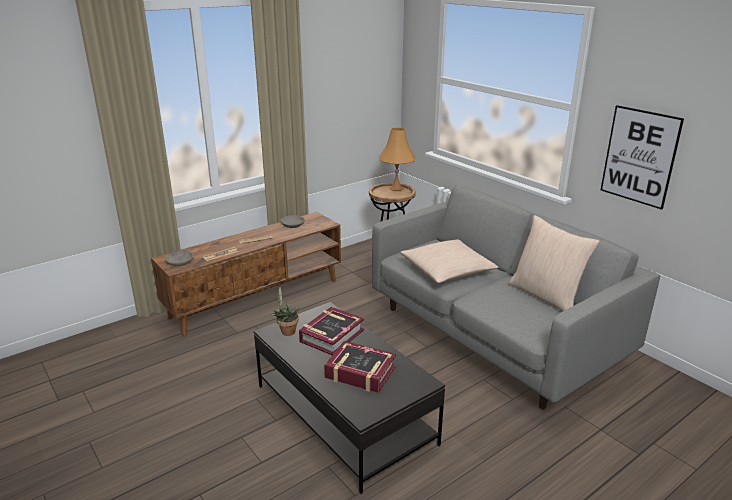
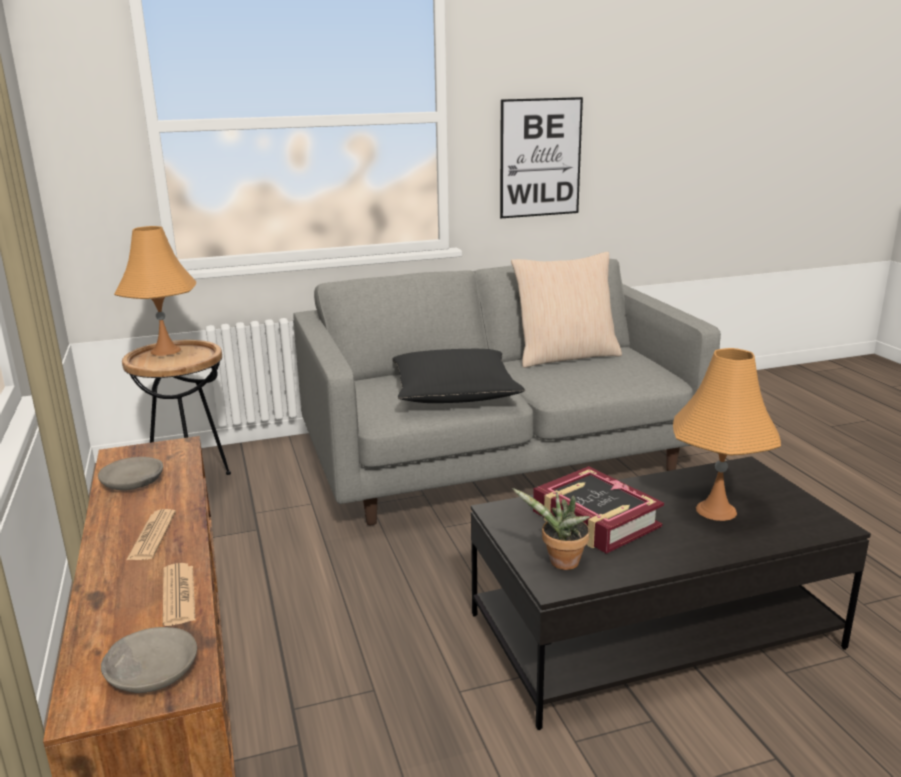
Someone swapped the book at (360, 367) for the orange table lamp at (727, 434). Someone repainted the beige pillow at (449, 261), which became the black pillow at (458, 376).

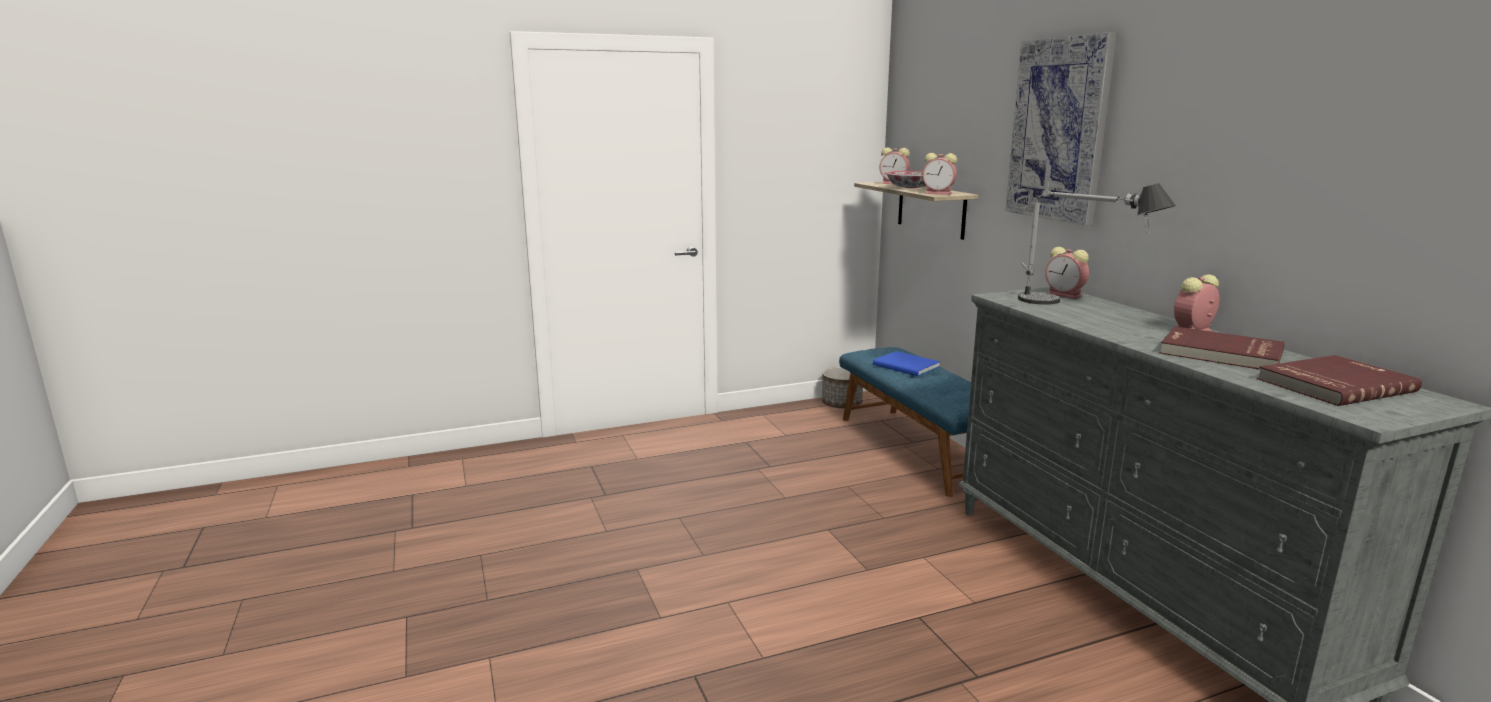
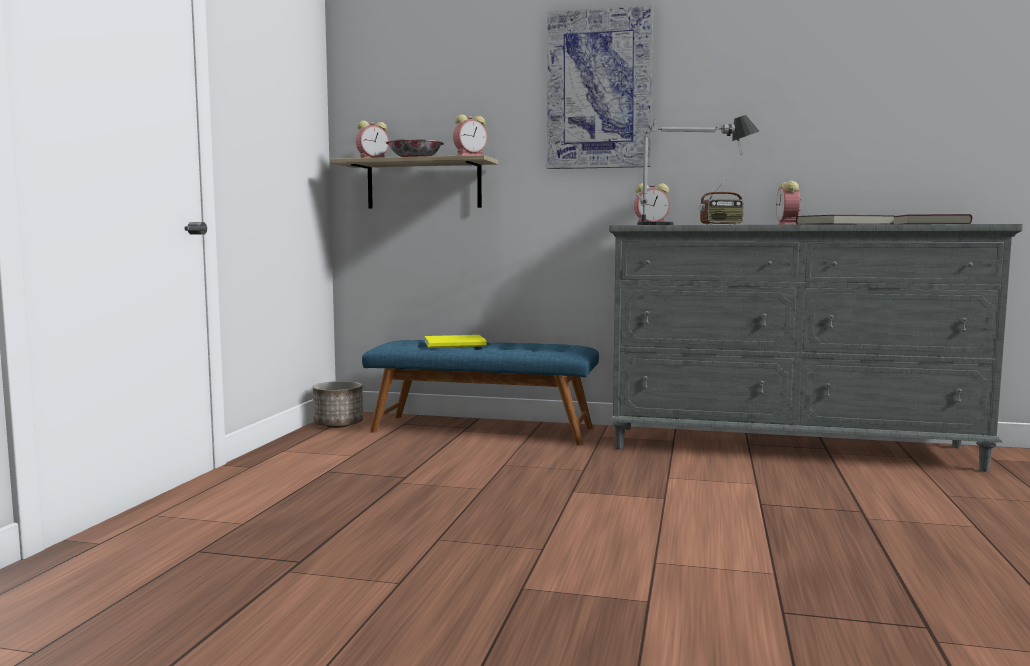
Someone put down the radio at (721, 202). Someone repainted the blue book at (906, 363), which became the yellow book at (455, 341).

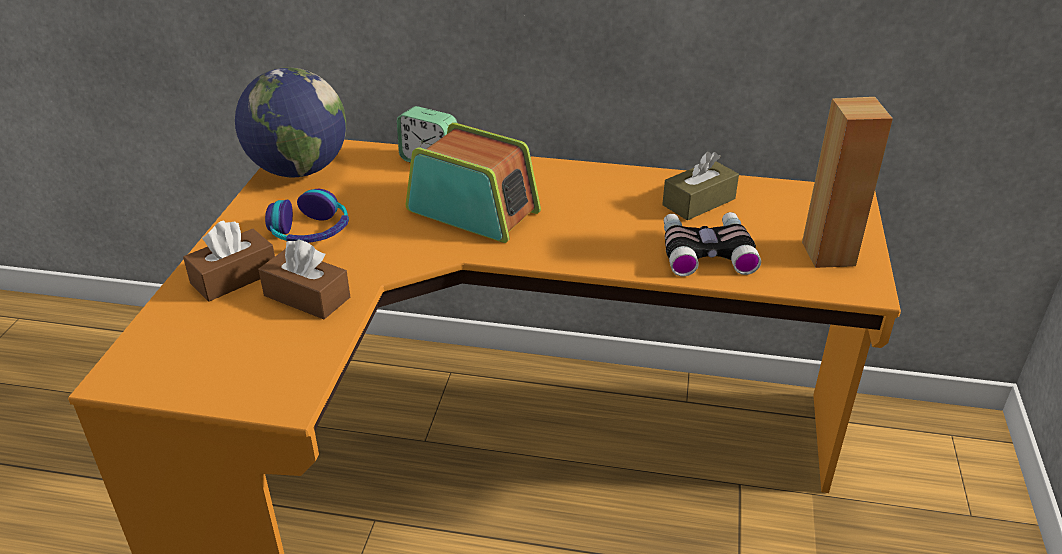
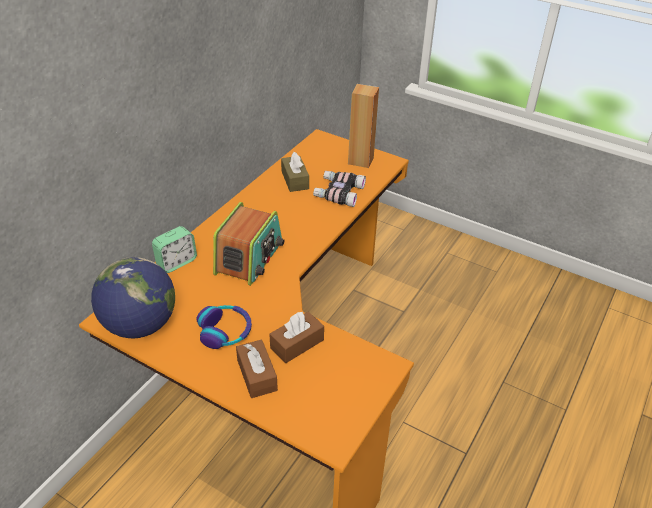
Someone rotated the radio at (473, 183) by 150 degrees clockwise.

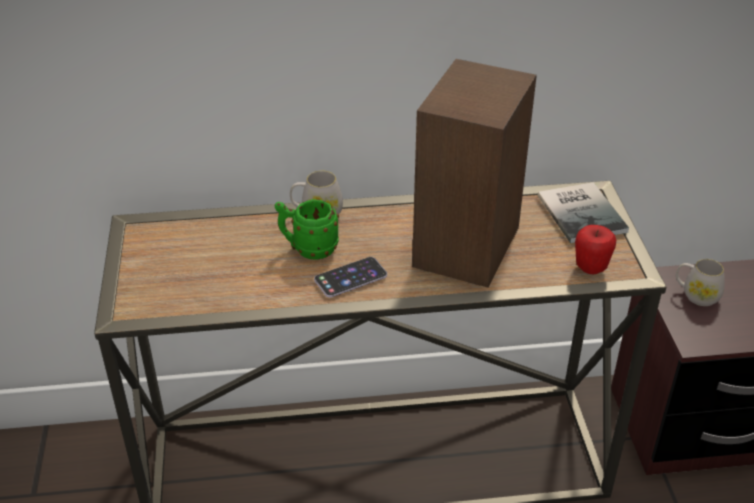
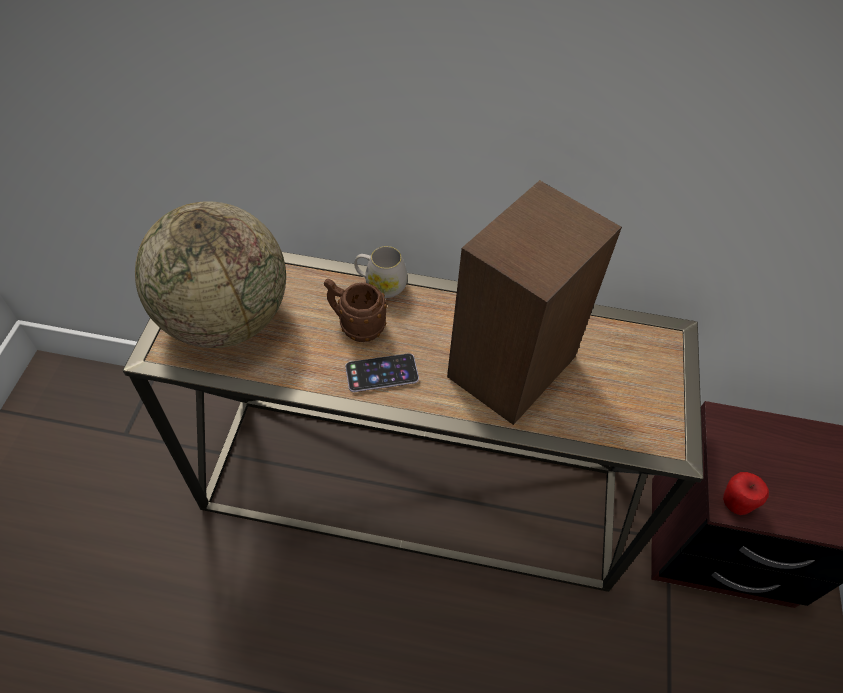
Someone took away the book at (583, 212). Someone took away the white mug at (700, 282). Someone put down the globe at (210, 274). Someone carried the apple from (595, 249) to (746, 493). Someone repainted the green mug at (307, 229), which became the brown mug at (355, 310).

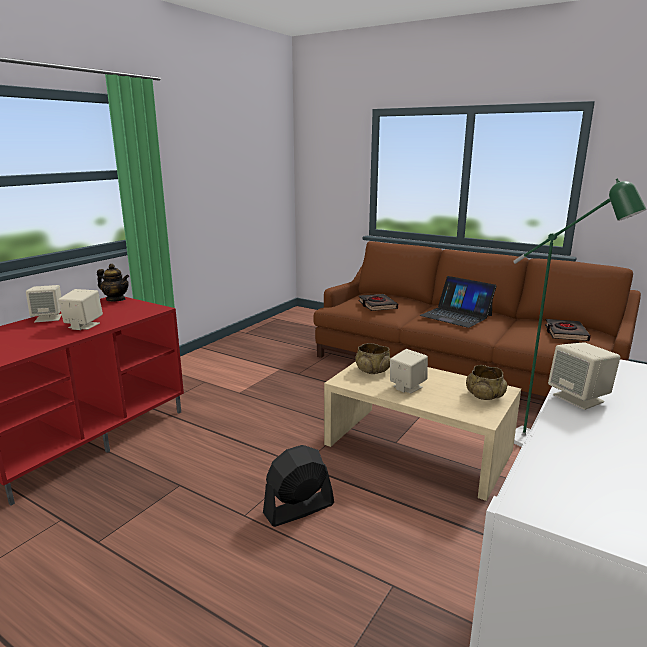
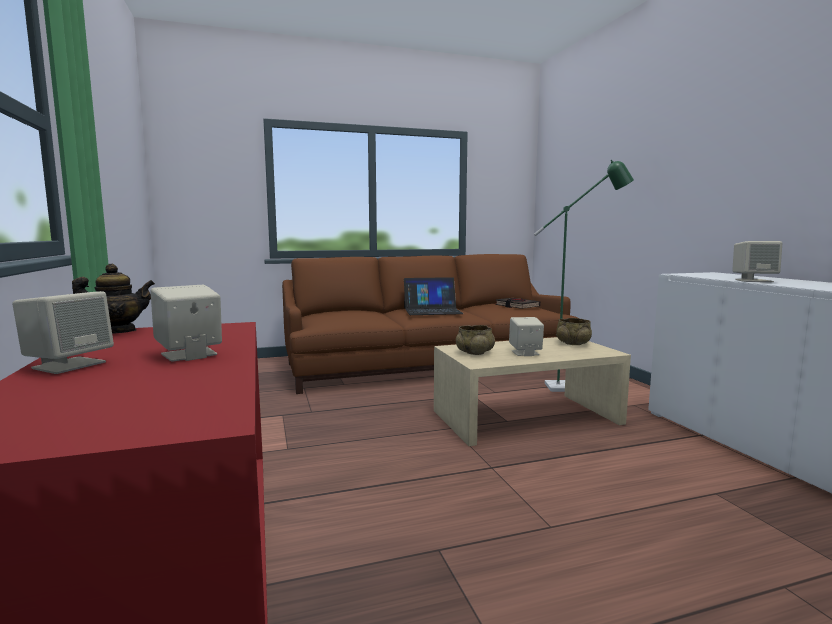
Someone took away the black fan at (298, 486). Someone took away the black book at (378, 302).

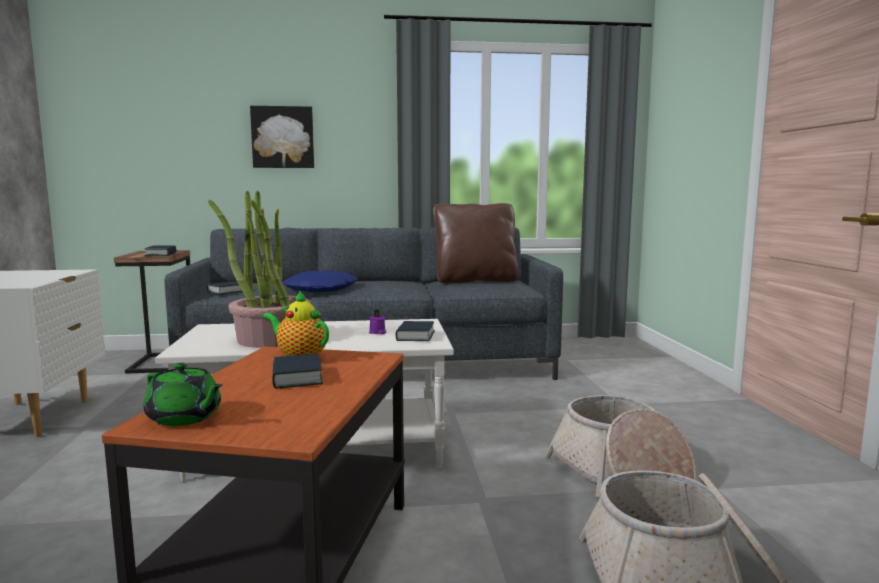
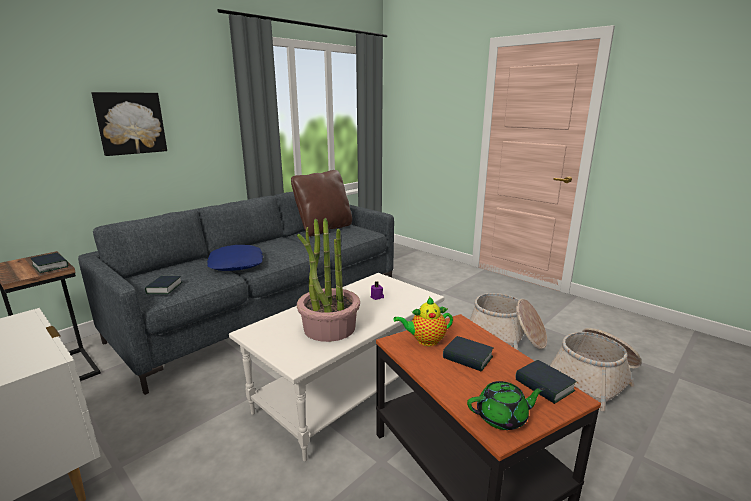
Someone carried the book from (415, 331) to (546, 382).

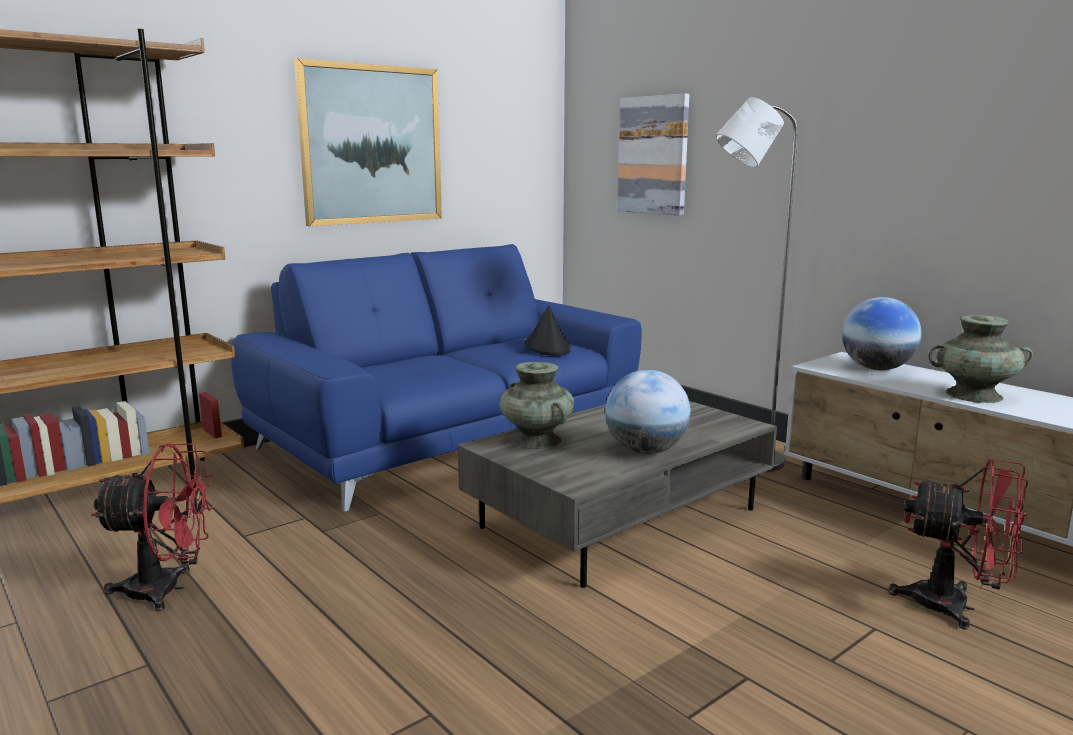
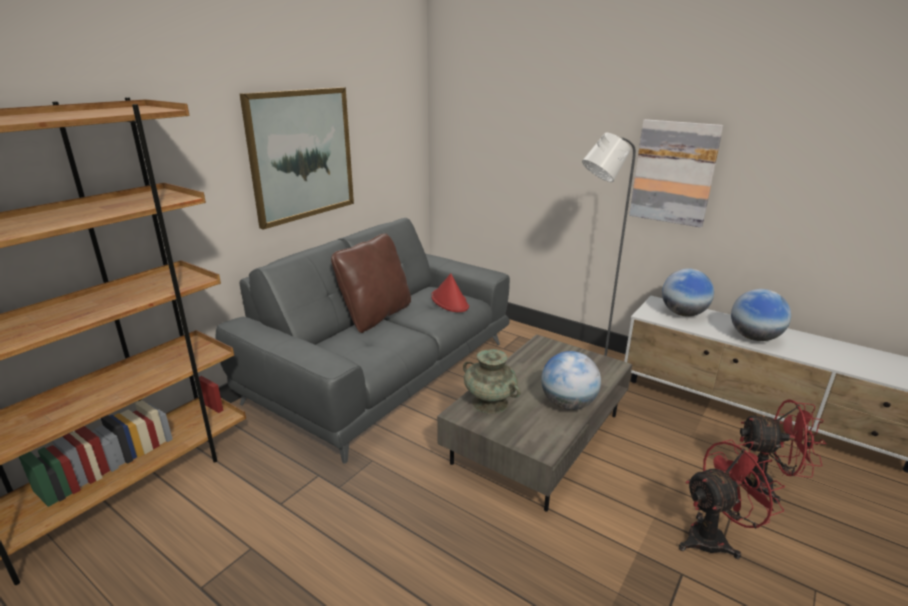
Someone put down the brown pillow at (371, 283). Someone carried the red fan from (152, 527) to (732, 499). Someone carried the picture from (653, 155) to (676, 173). Someone swapped the turquoise vase at (980, 359) for the globe at (761, 315). Someone repainted the blue sofa at (436, 378), which became the grey sofa at (362, 341). Someone repainted the black hat at (548, 331), which became the red hat at (450, 292).

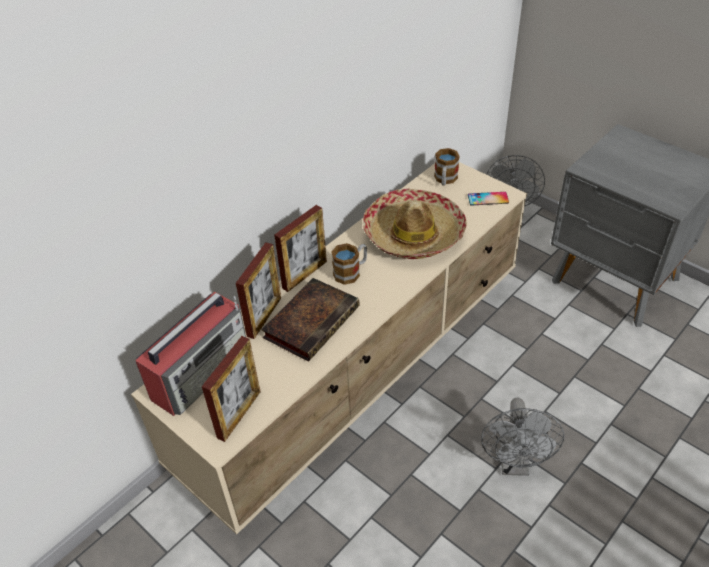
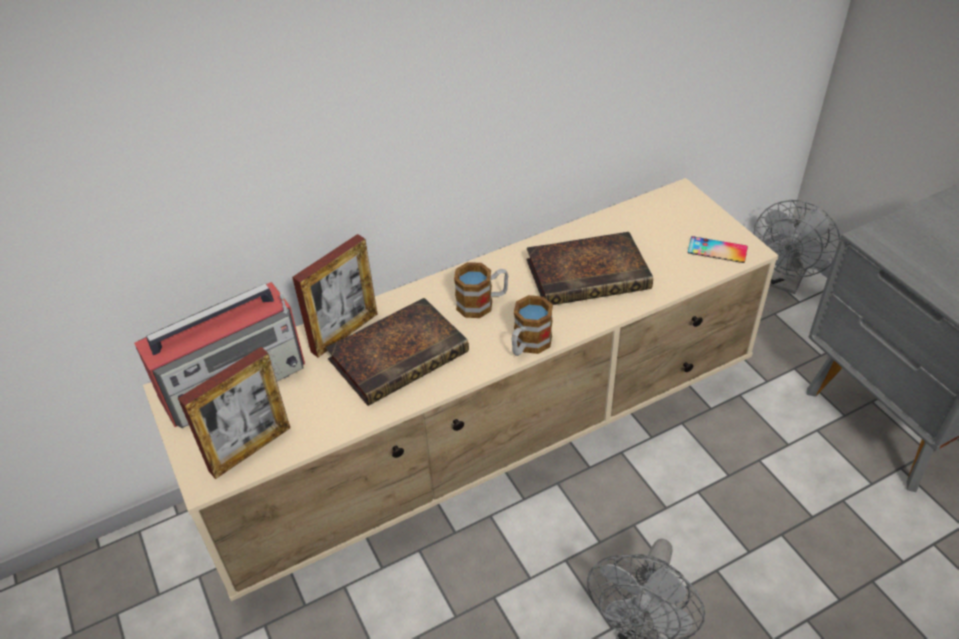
Someone took away the picture frame at (300, 248). Someone carried the mug from (447, 167) to (532, 325). Someone swapped the hat at (415, 224) for the book at (589, 268).

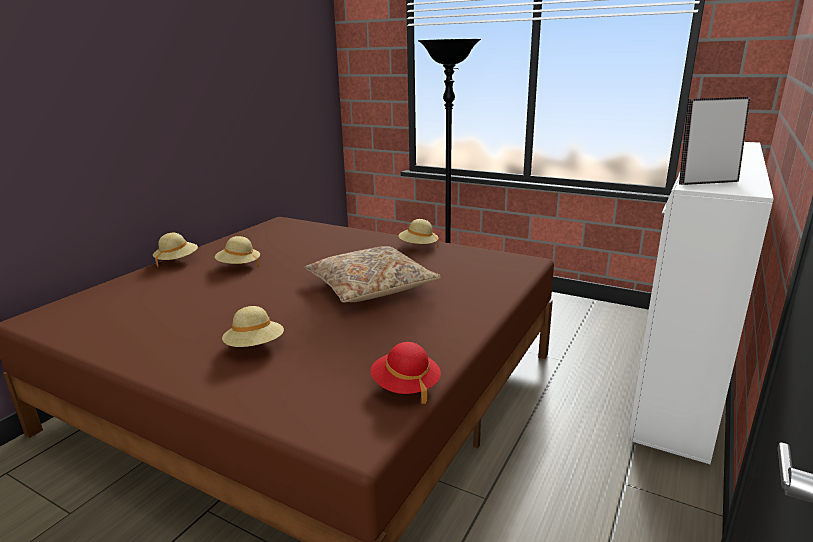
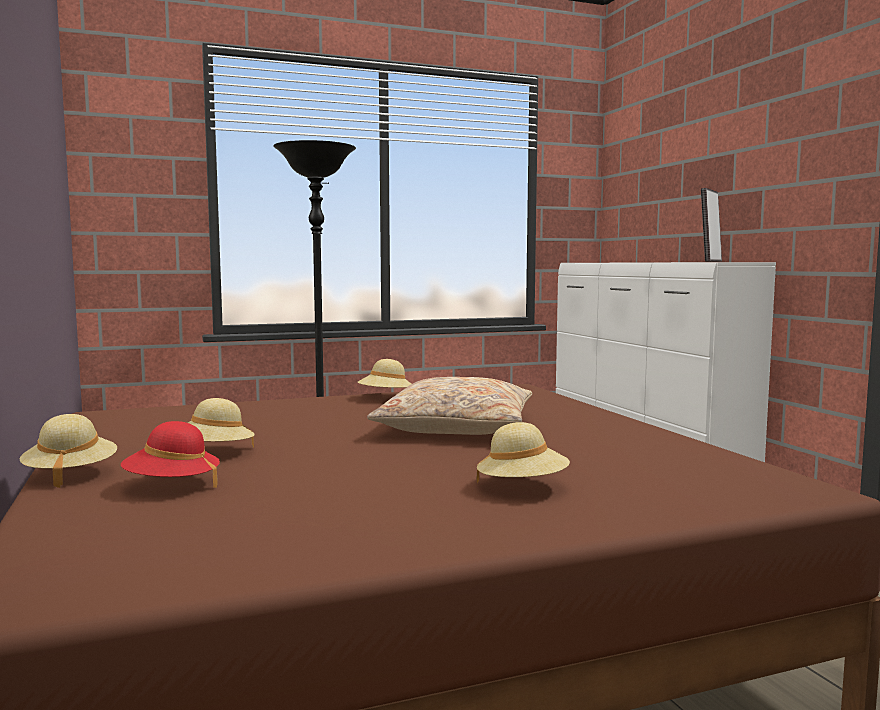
Someone carried the red hat from (406, 373) to (170, 454).

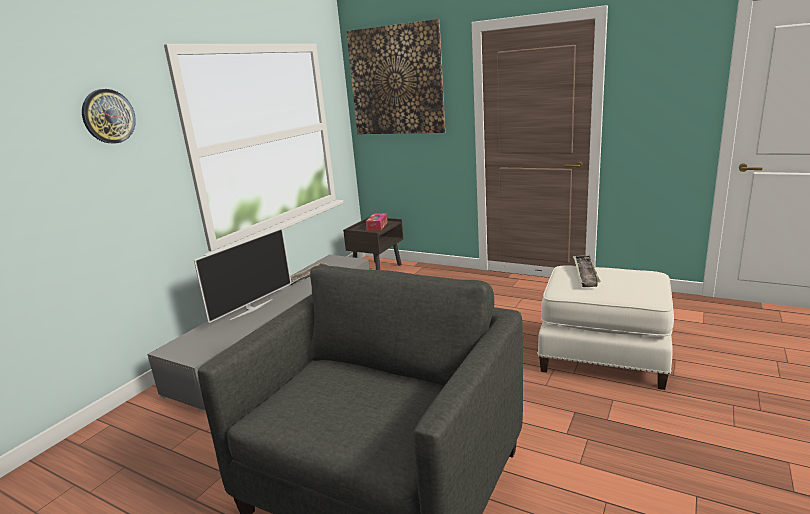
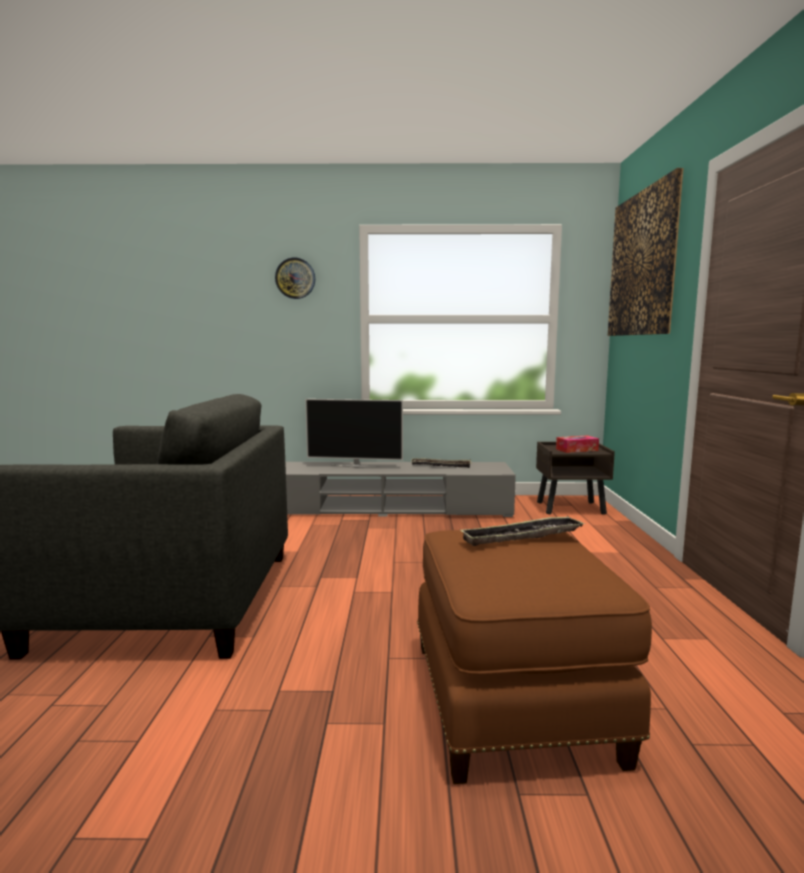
Someone repainted the white ottoman at (605, 327), which became the brown ottoman at (534, 657).

